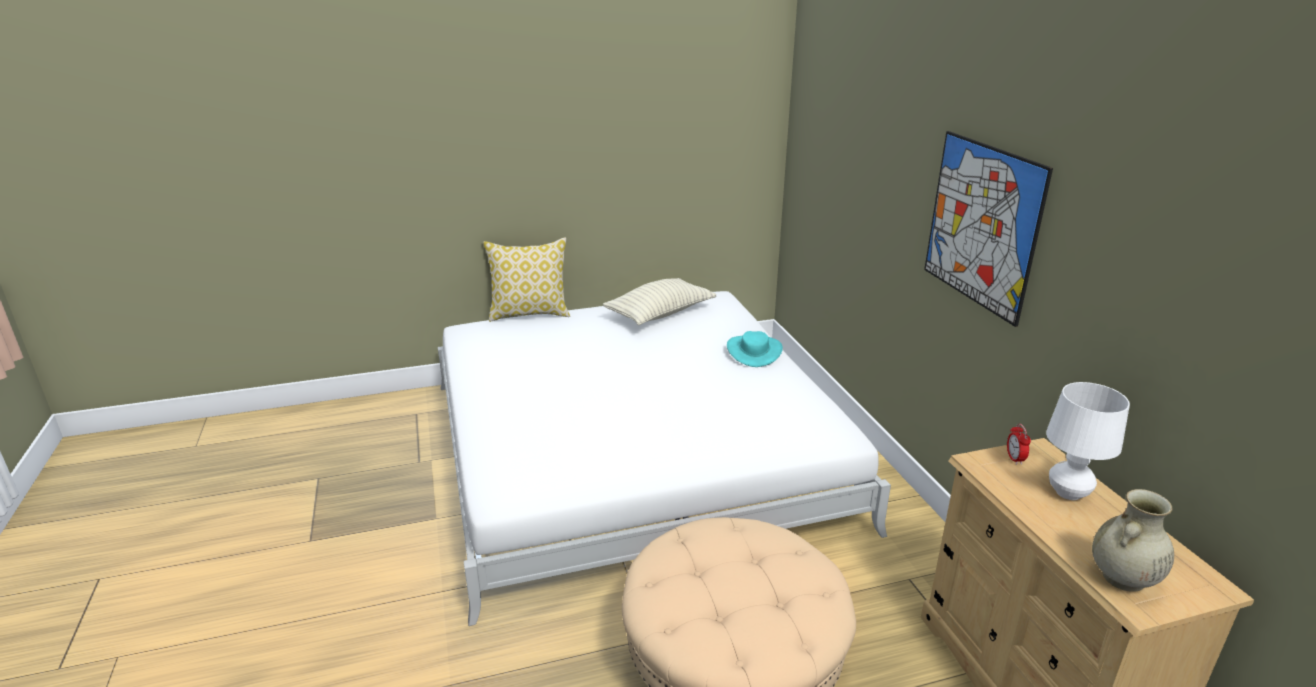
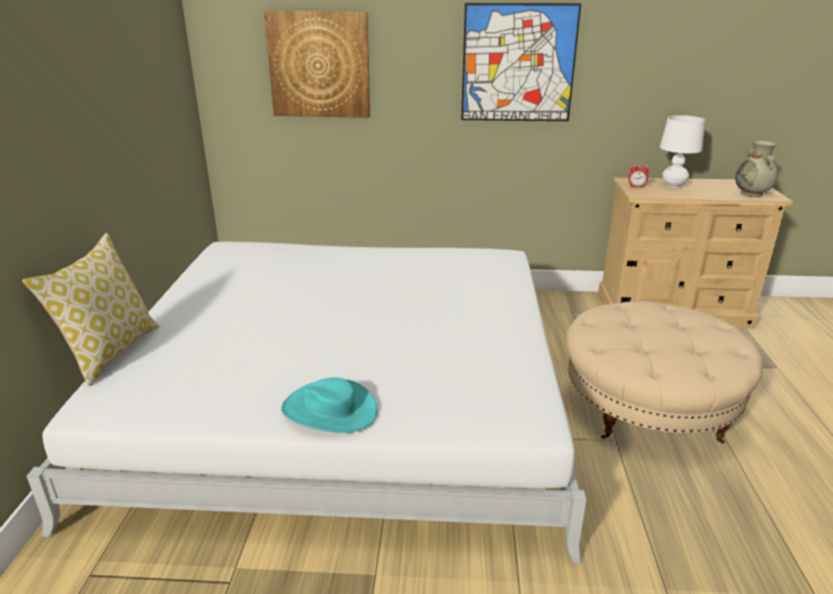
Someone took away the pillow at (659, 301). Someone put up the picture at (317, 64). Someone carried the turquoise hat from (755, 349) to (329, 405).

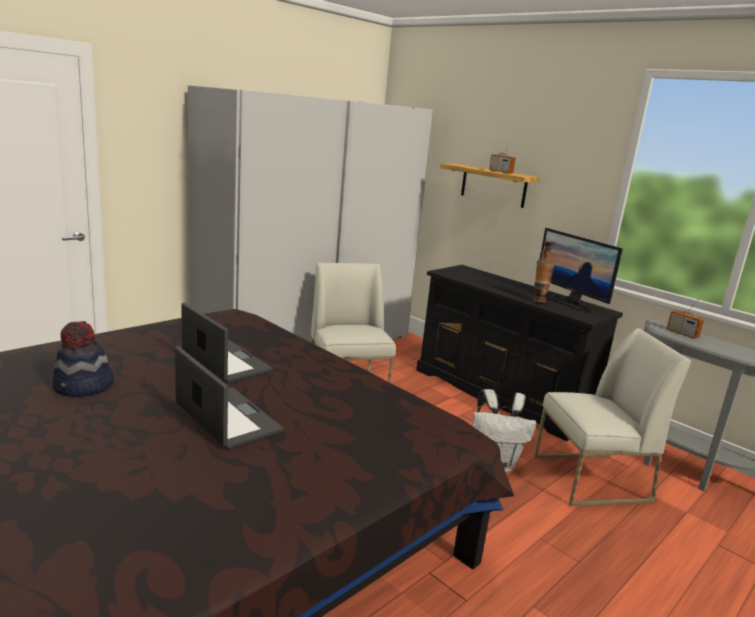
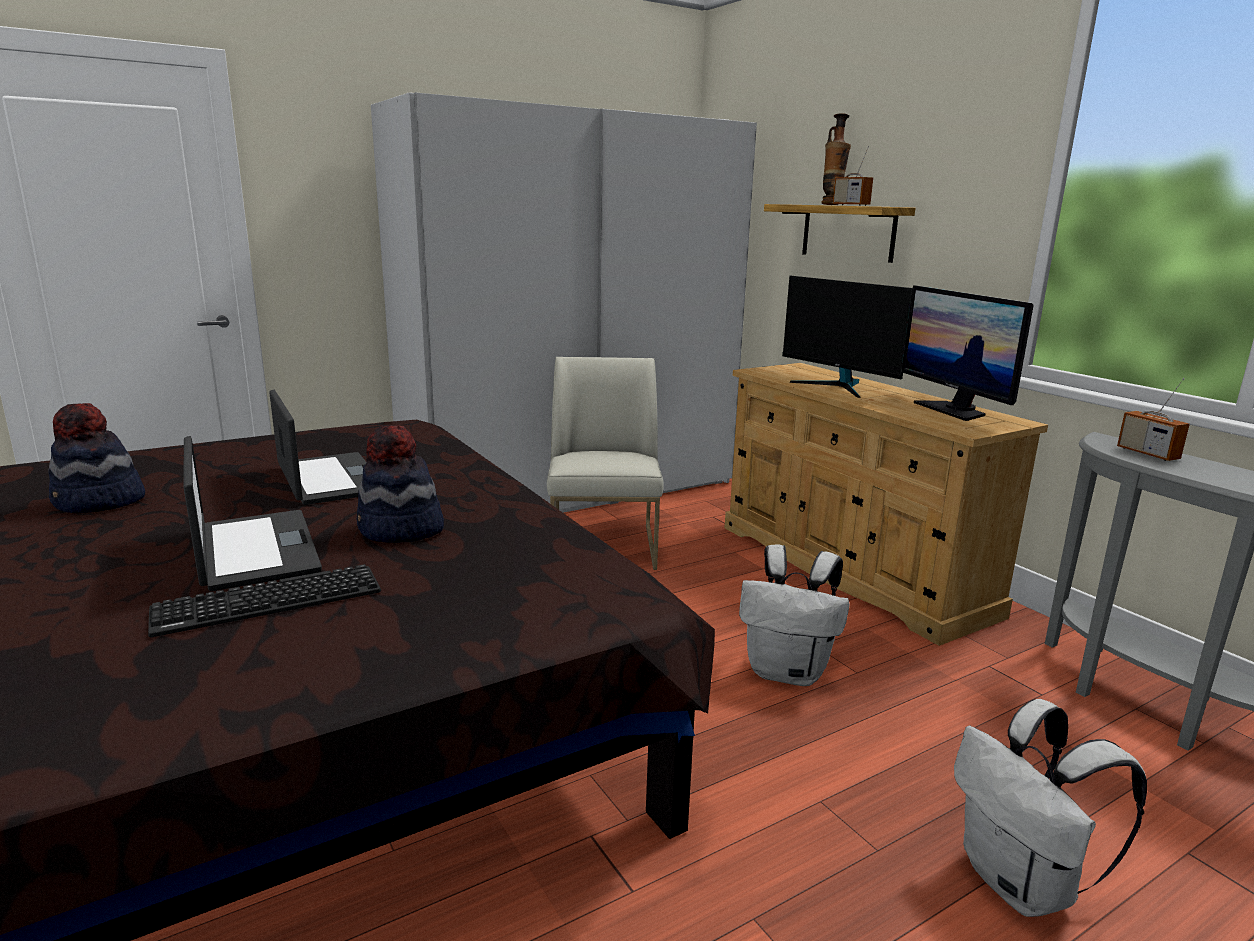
Someone took away the white chair at (612, 417). Someone put down the keyboard at (264, 600). Someone put down the hat at (400, 484). Someone put down the monitor at (848, 337). Someone put down the white backpack at (1050, 808). Someone carried the vase from (544, 272) to (836, 159). Someone repainted the black dresser at (519, 353), which became the beige dresser at (886, 504).

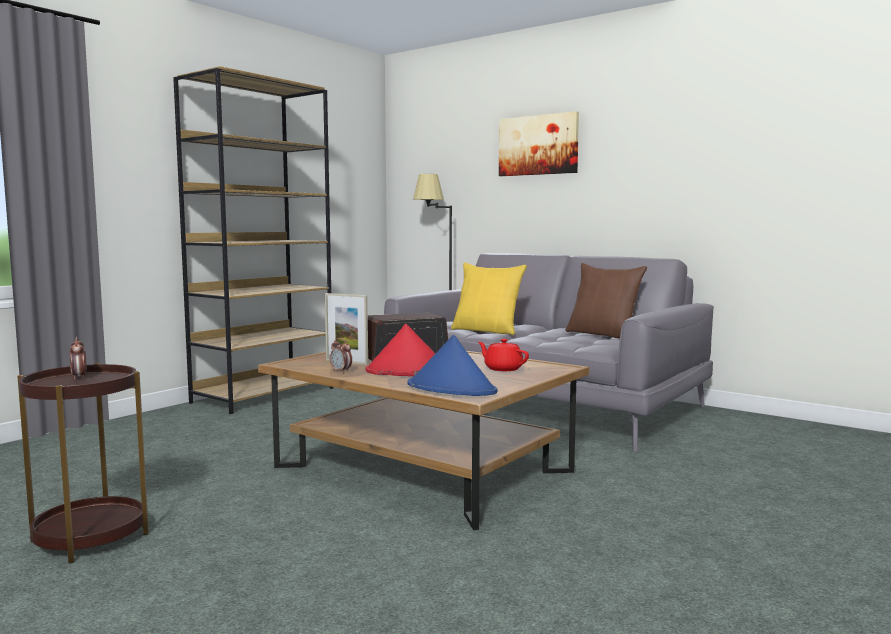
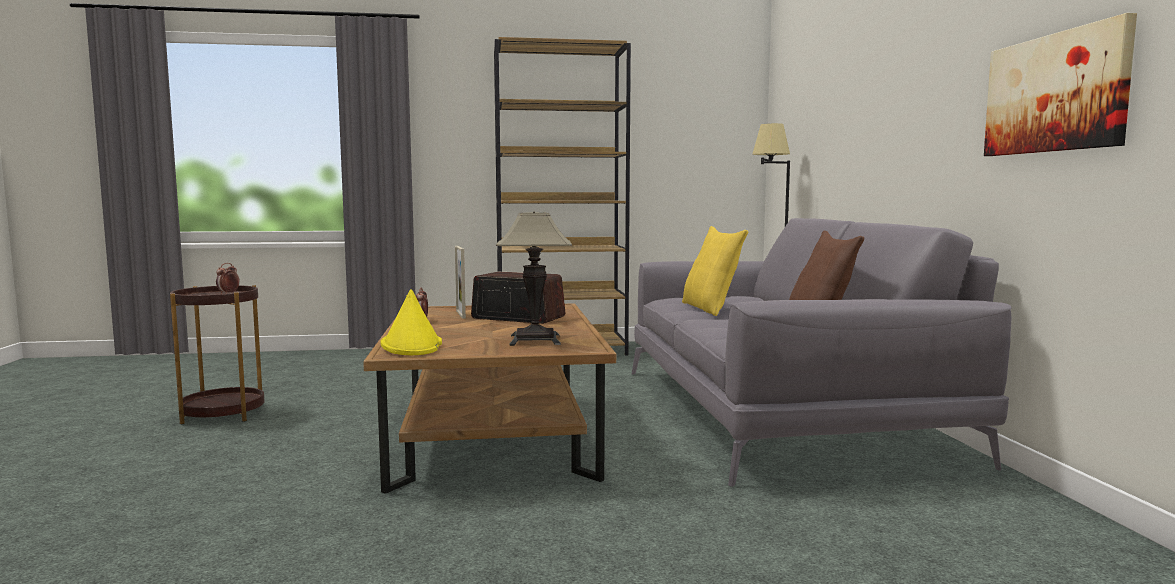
Someone took away the red hat at (400, 350). Someone carried the picture from (539, 143) to (1060, 84). Someone swapped the red teapot at (503, 355) for the table lamp at (534, 279). Someone repainted the blue hat at (452, 365), which became the yellow hat at (411, 322).

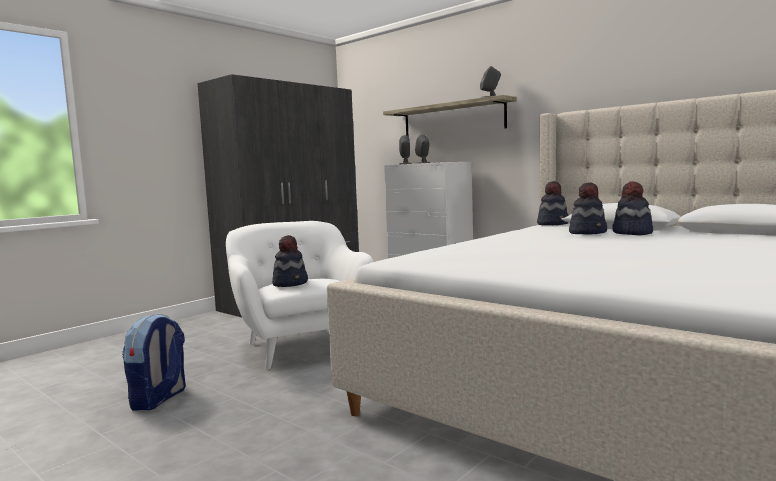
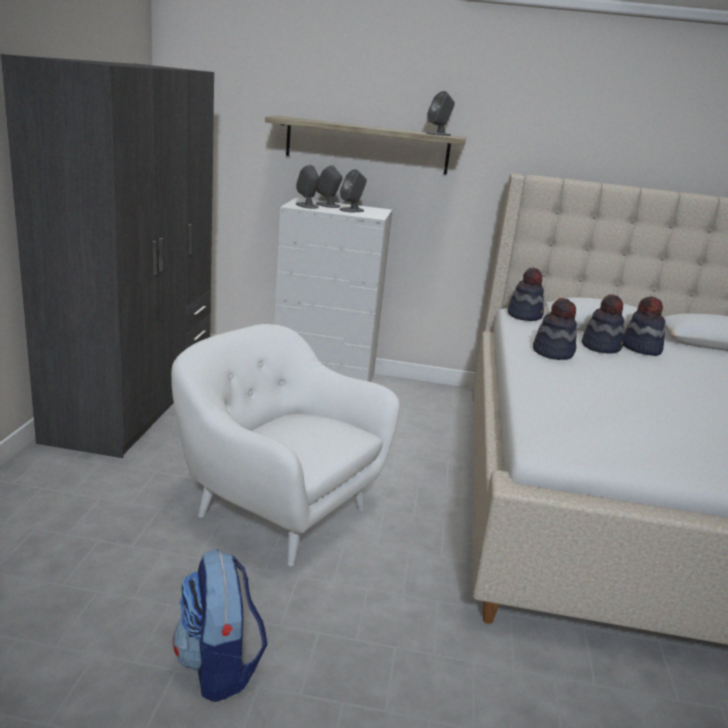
Someone put down the grey speaker at (353, 190). Someone carried the hat from (290, 261) to (555, 329).

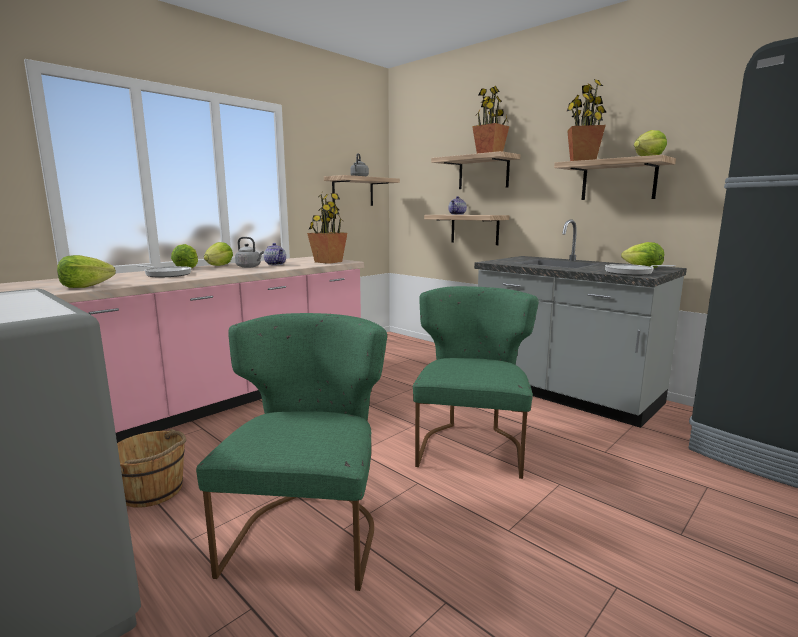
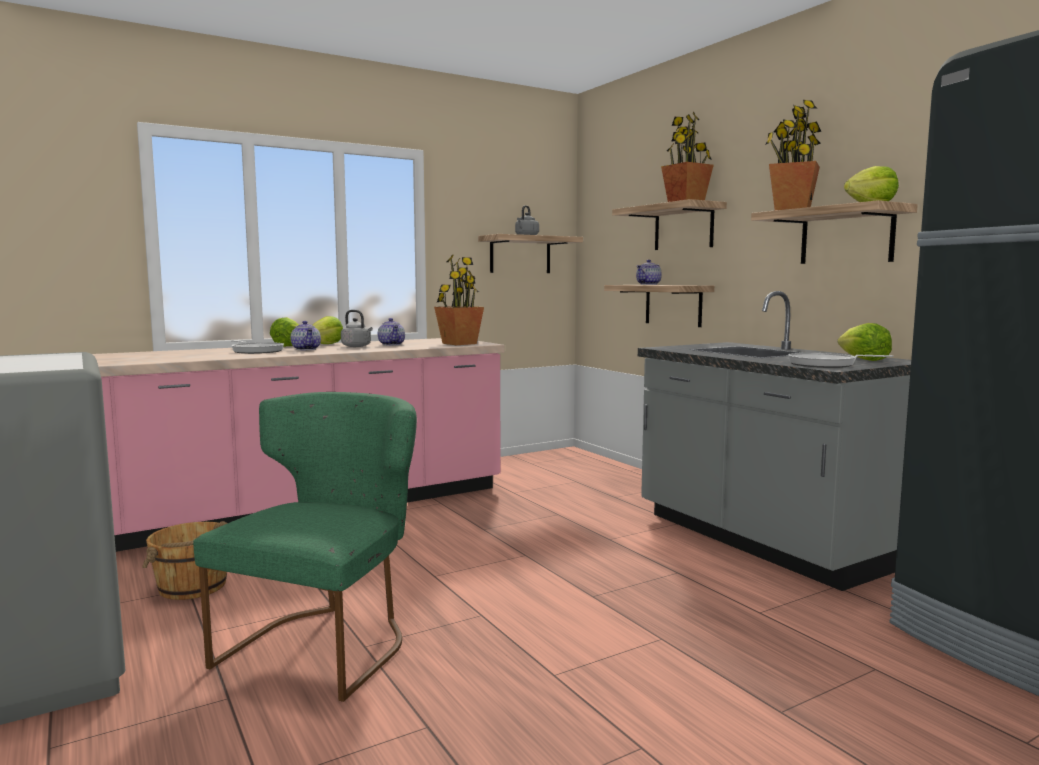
Someone took away the lettuce at (86, 271). Someone took away the green chair at (476, 382). Someone put down the teapot at (306, 335).

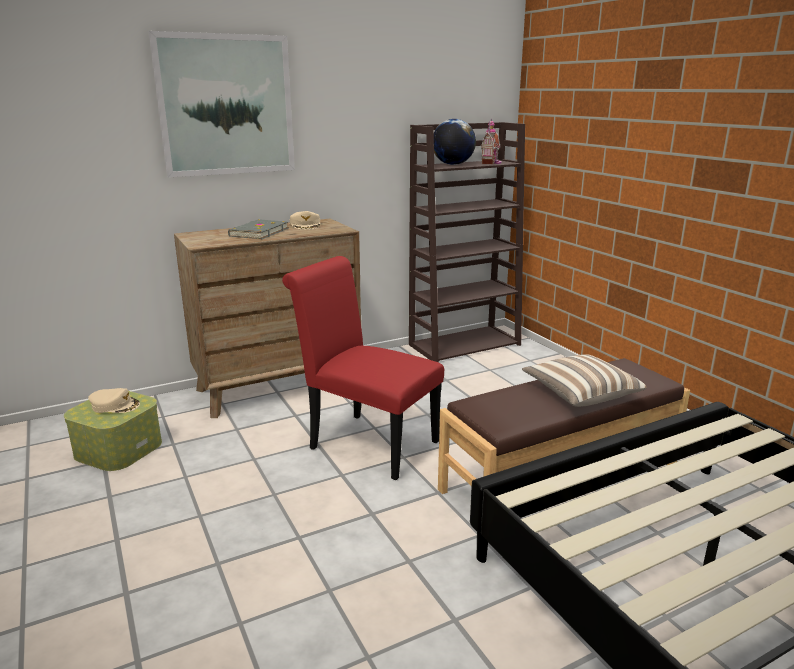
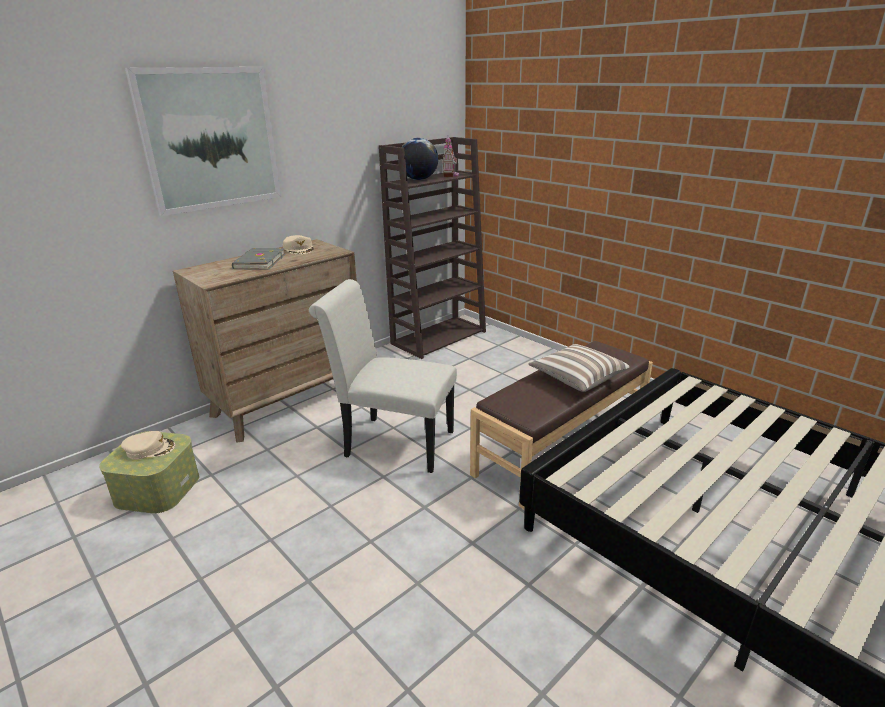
Someone repainted the red chair at (363, 368), which became the white chair at (383, 376).

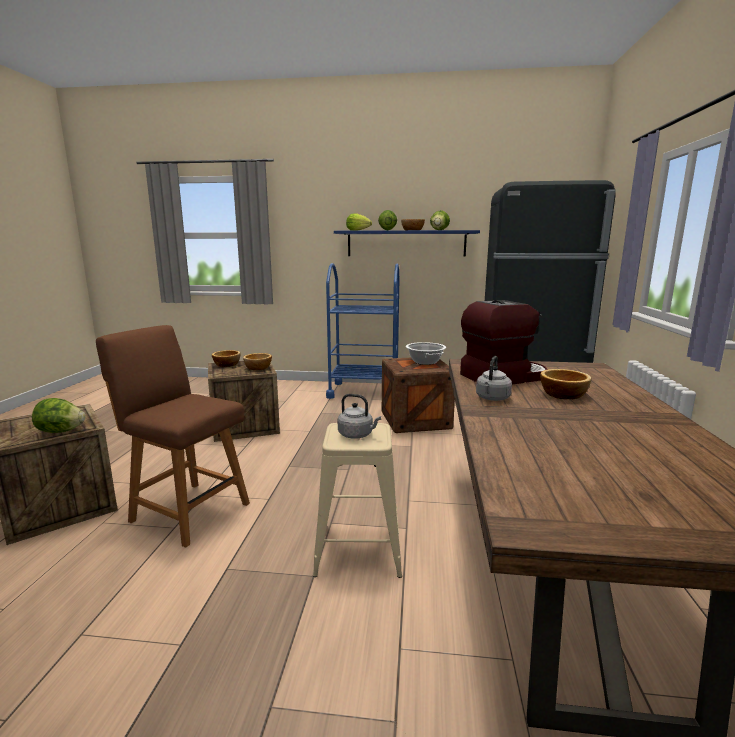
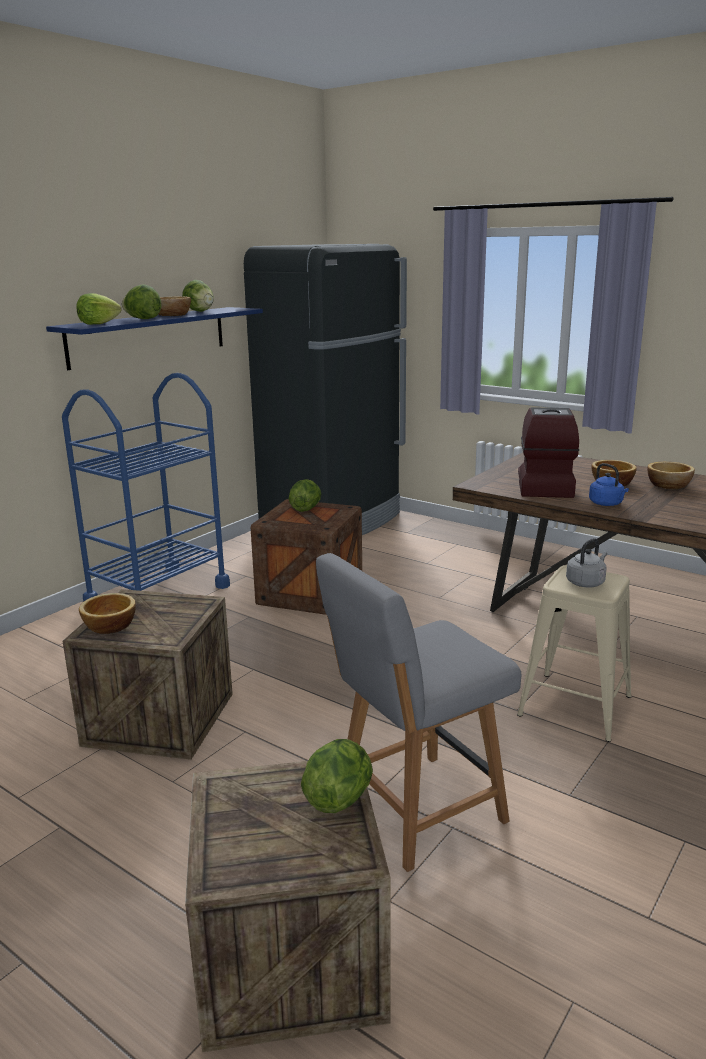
Someone carried the bowl from (257, 361) to (671, 475). Someone swapped the cooking pot at (426, 353) for the lettuce at (305, 495). Someone repainted the brown chair at (173, 436), which became the grey chair at (419, 712). Someone repainted the grey kettle at (494, 378), which became the blue kettle at (609, 484).

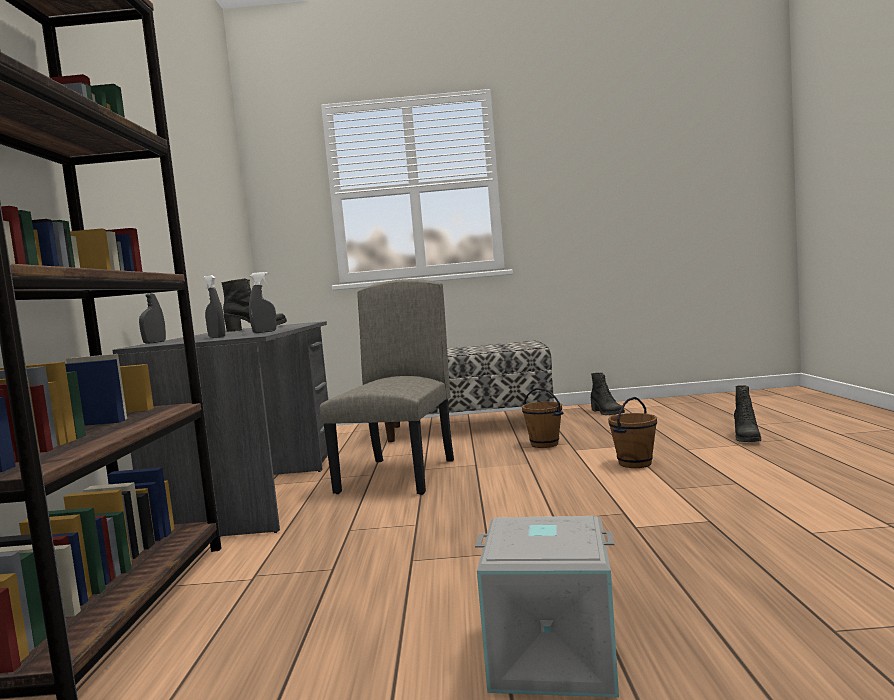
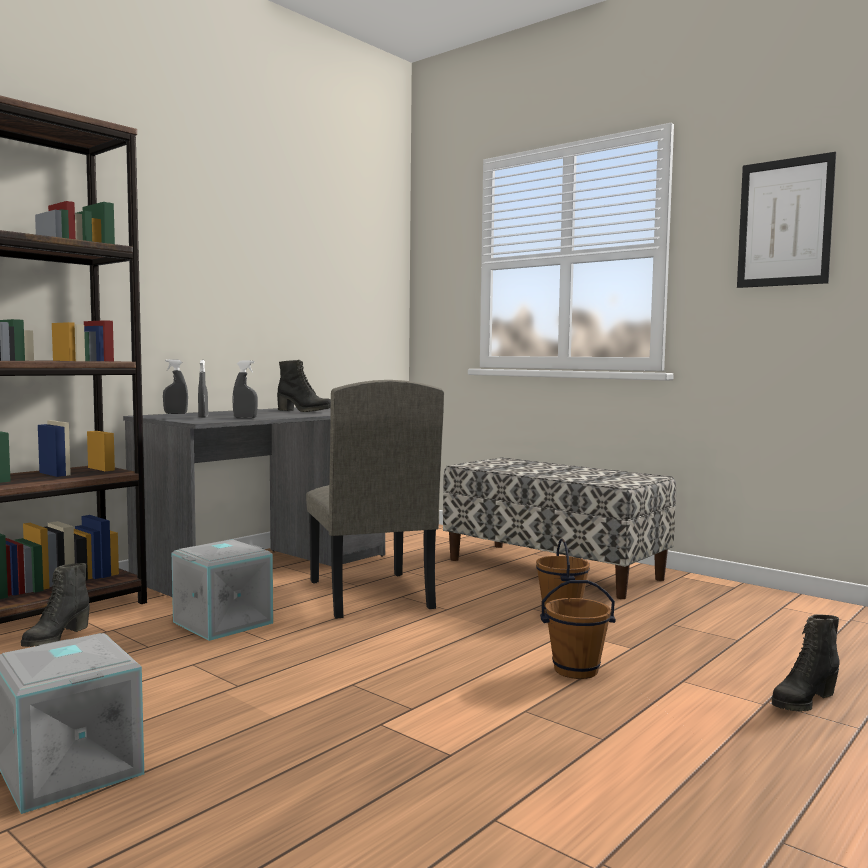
Someone put down the grey storage box at (222, 590). Someone put up the picture at (786, 220). Someone carried the black boot from (608, 394) to (55, 605). Someone rotated the beige chair at (387, 387) by 105 degrees clockwise.

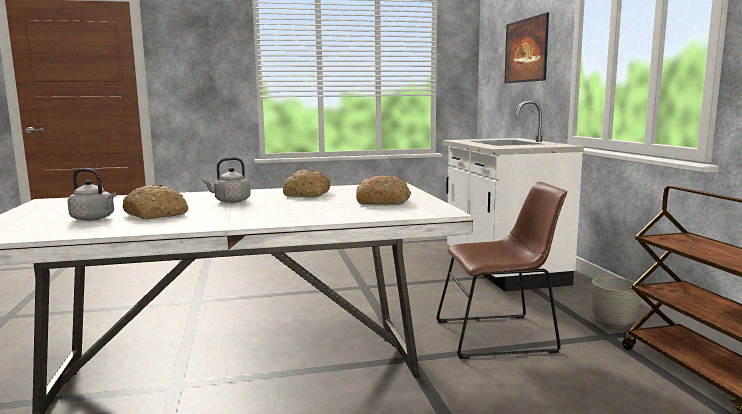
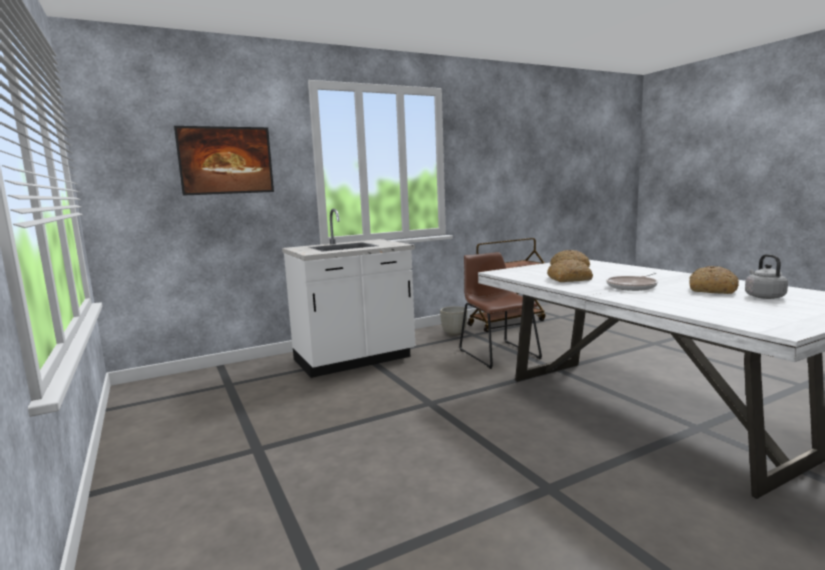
Someone swapped the grey kettle at (226, 180) for the frying pan at (632, 281).

